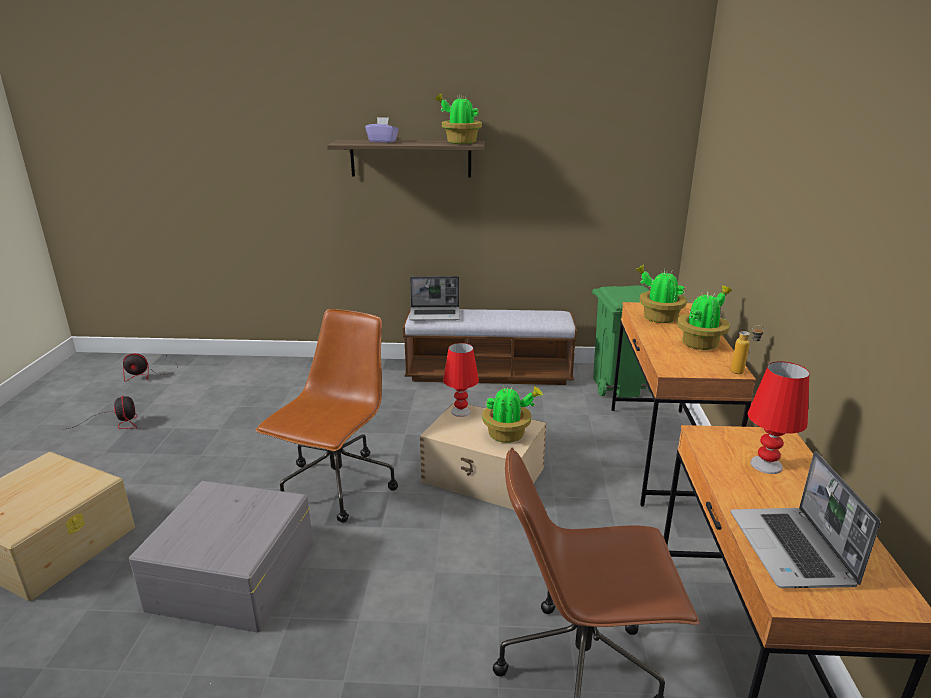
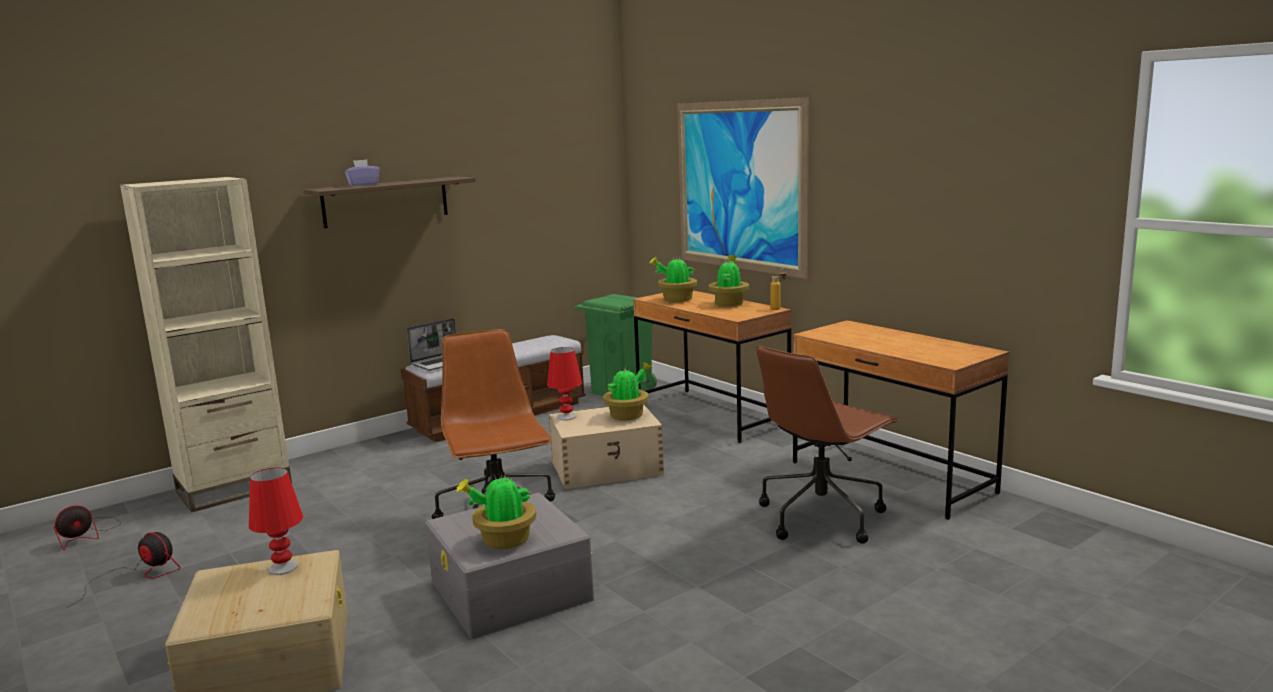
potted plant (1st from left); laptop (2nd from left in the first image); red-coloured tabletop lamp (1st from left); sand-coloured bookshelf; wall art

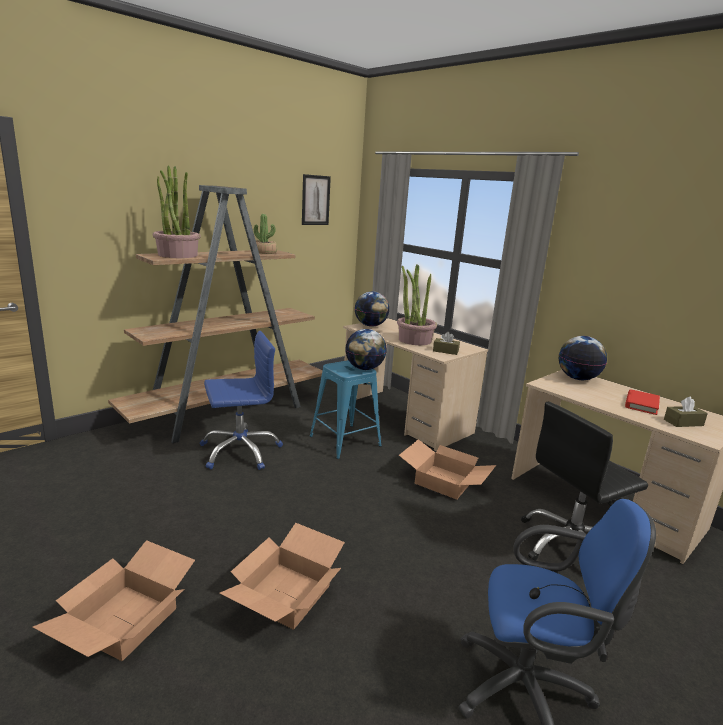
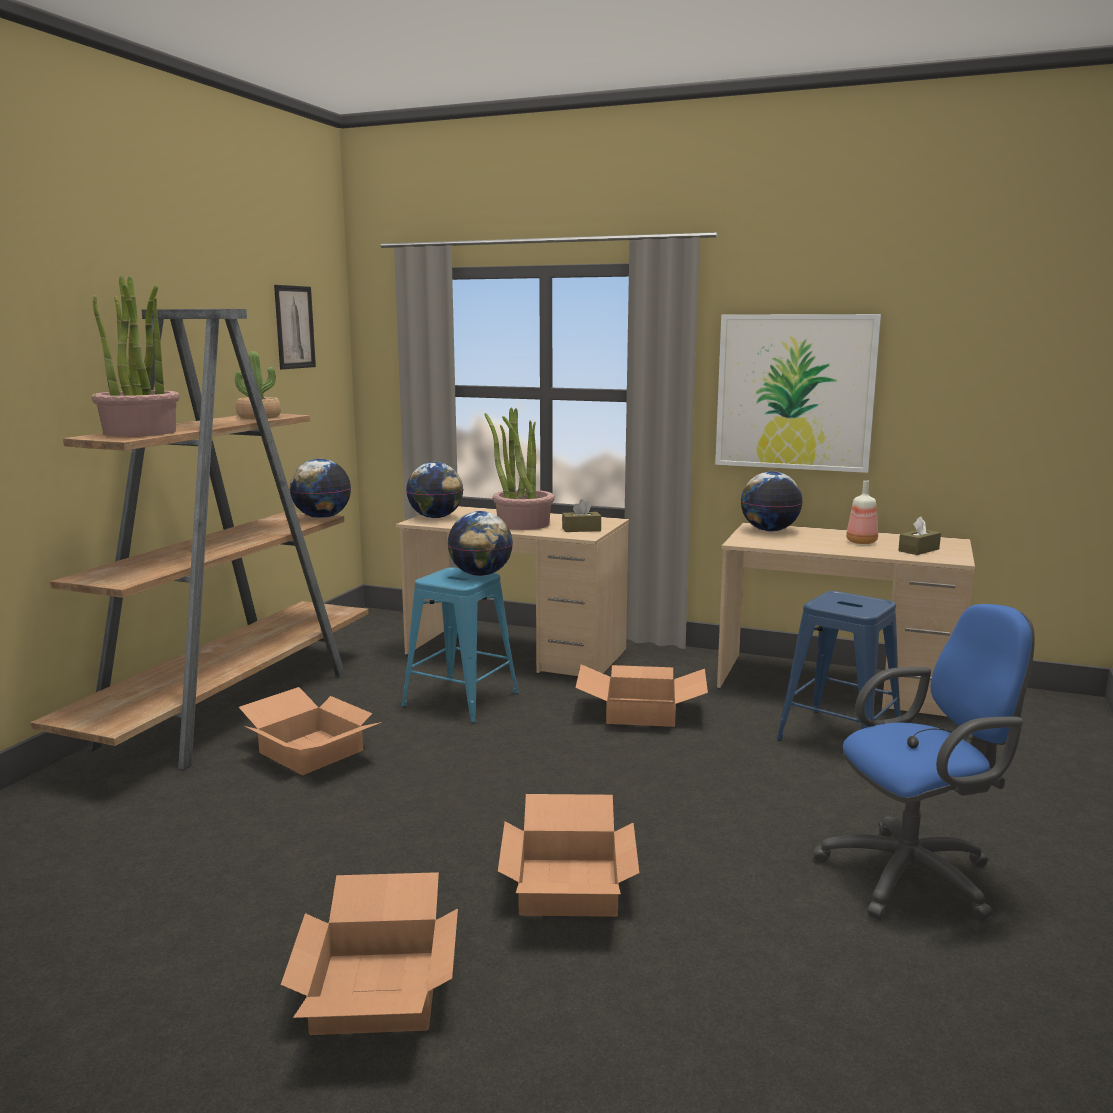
carton (1st from left); bluish stool seat (2nd from left); beverage bottle; globe (1st from left); wall art (2nd from left)

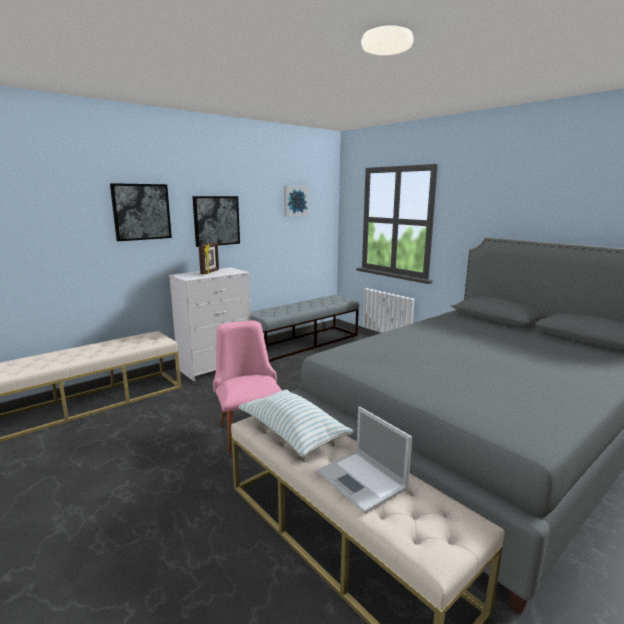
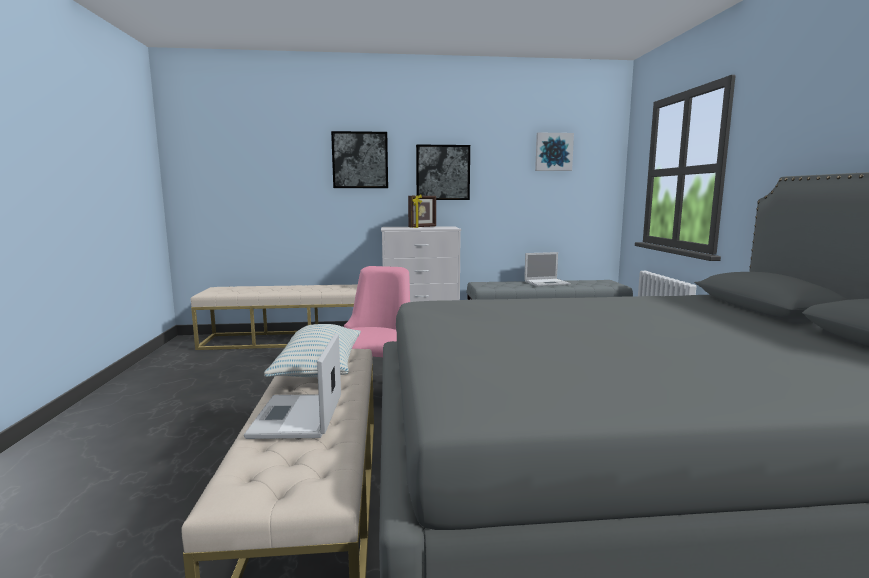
laptop (2nd from left)

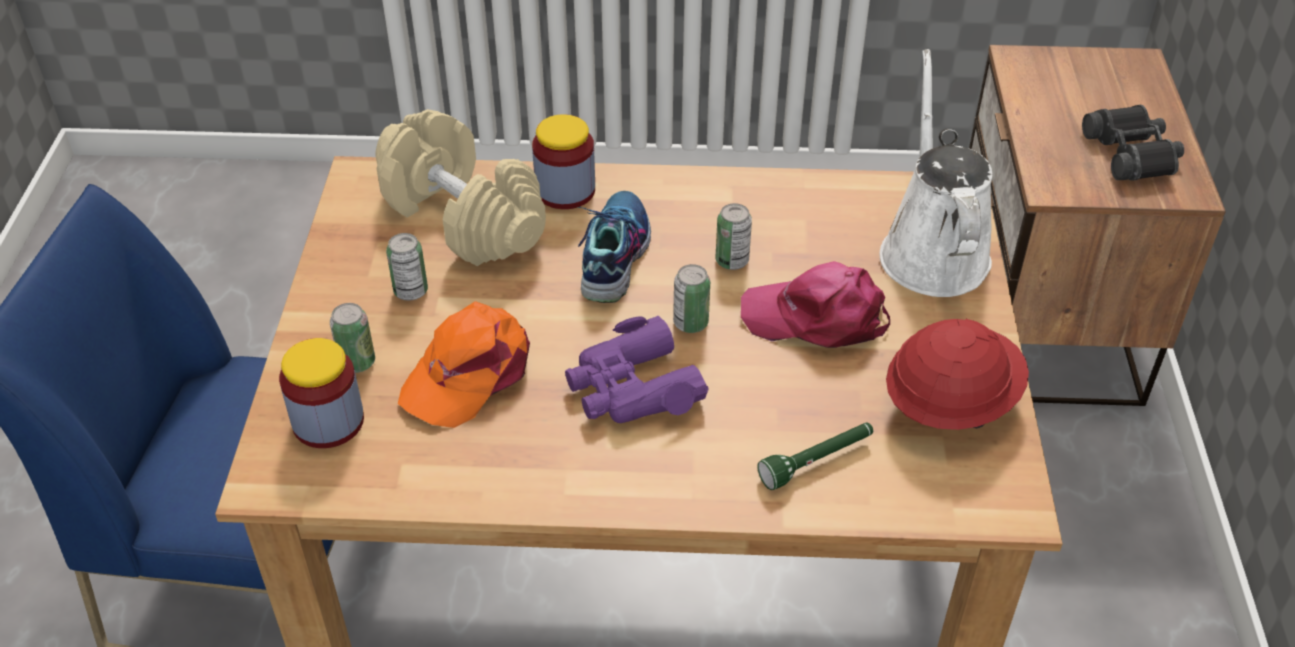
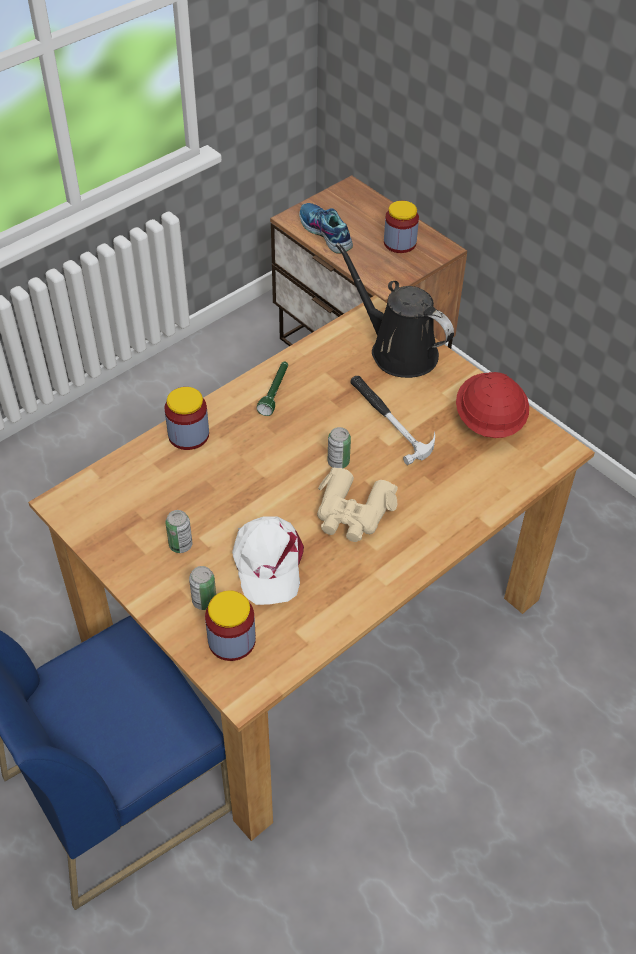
sand-coloured dumbbell; white baseball cap; sand-coloured binoculars; item of footwear; metal can (4th from left in the first image); hand hammer; green-coloured flashlight; blackish watering can; preserve jar (3rd from left)

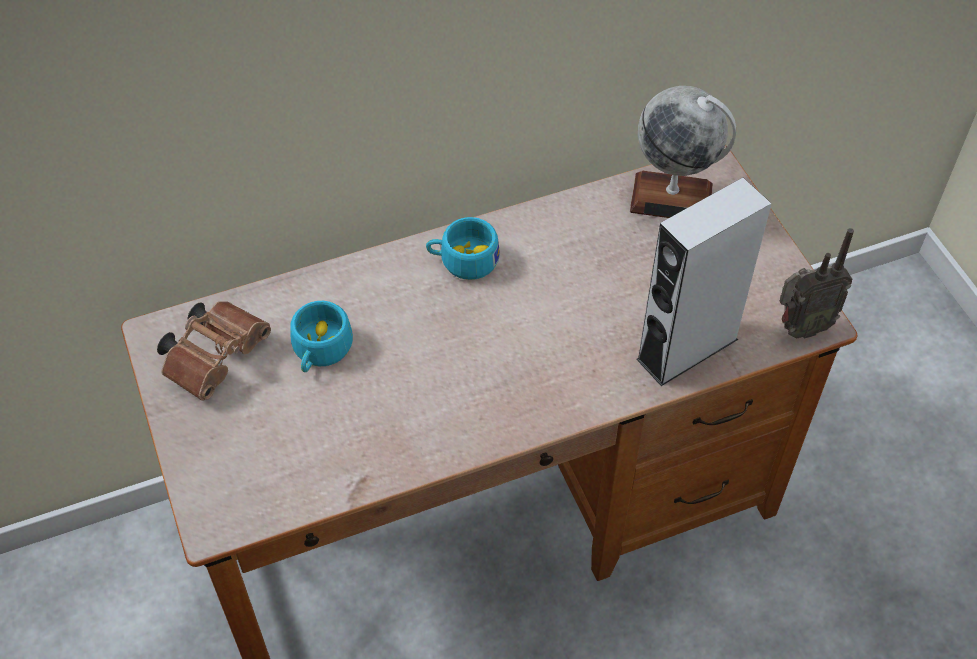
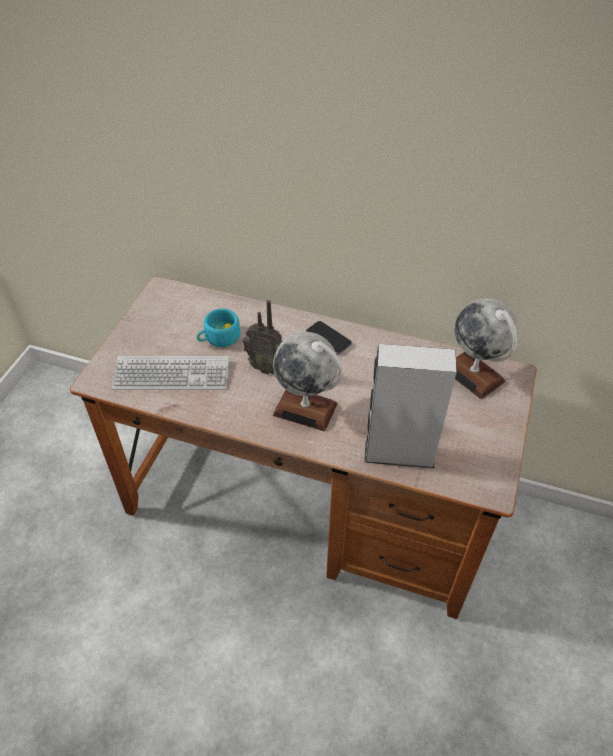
brown-coloured binoculars; telephone; radio set; computer keyboard; globe (1st from left)

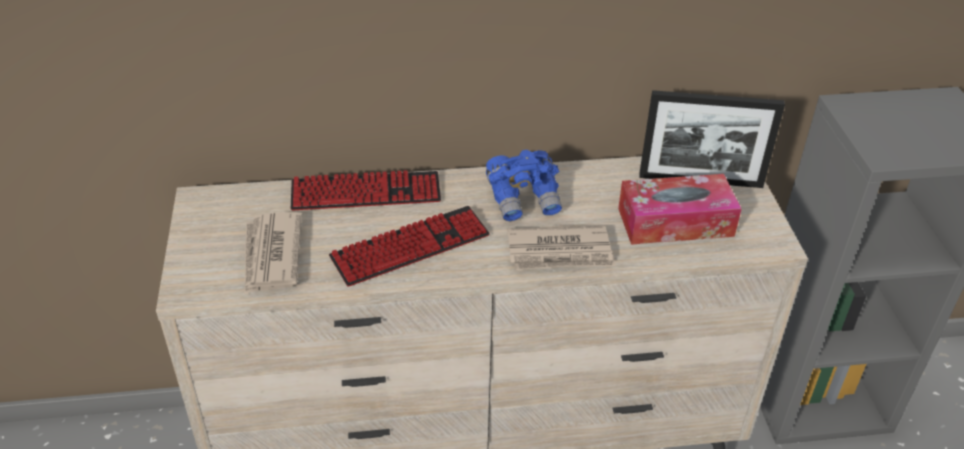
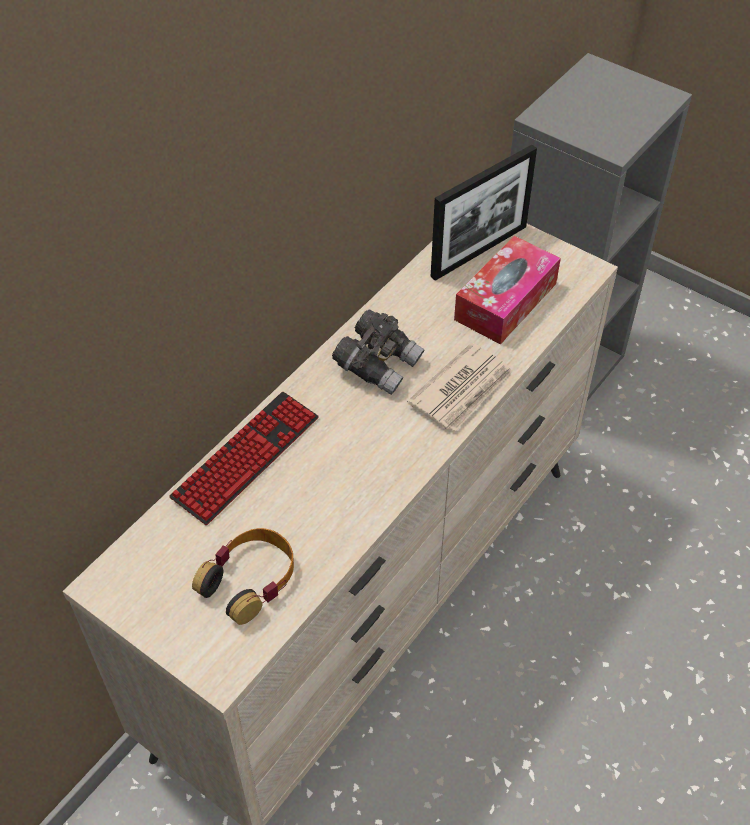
headset; computer keyboard (2nd from left in the first image); gray binoculars

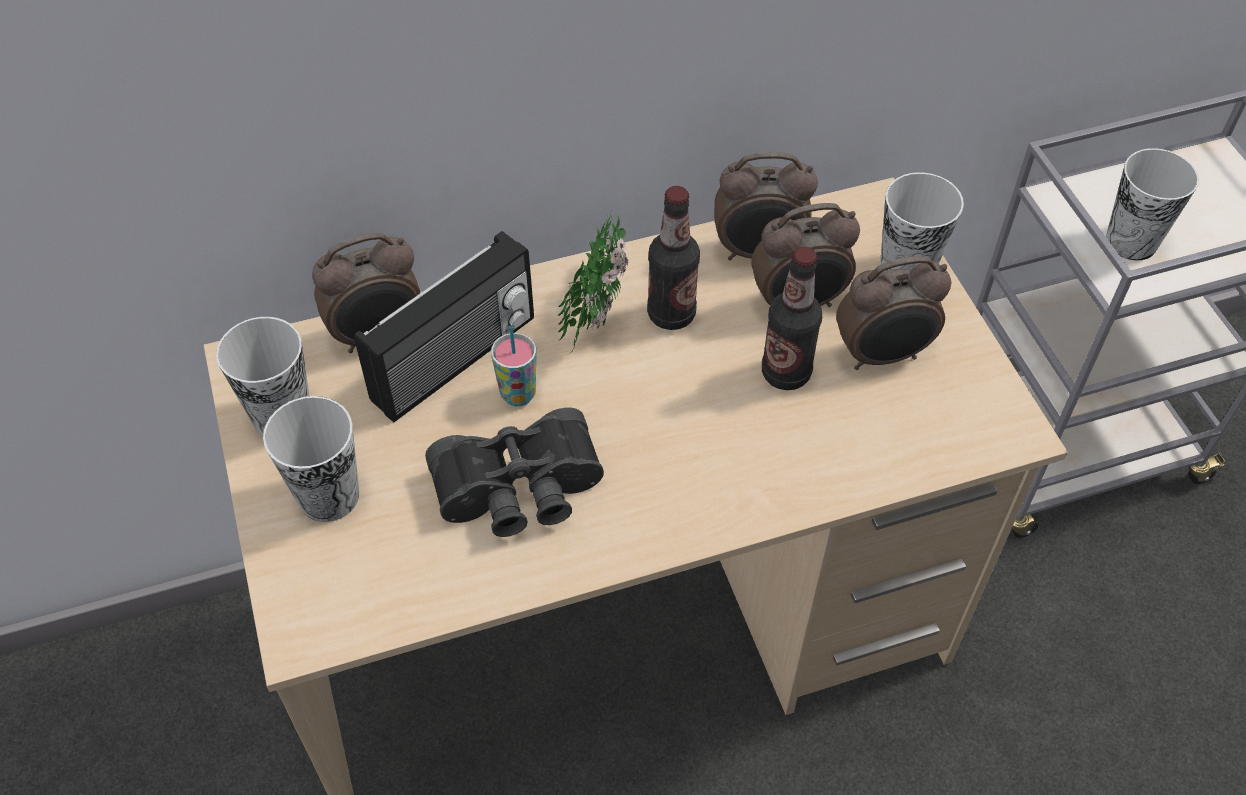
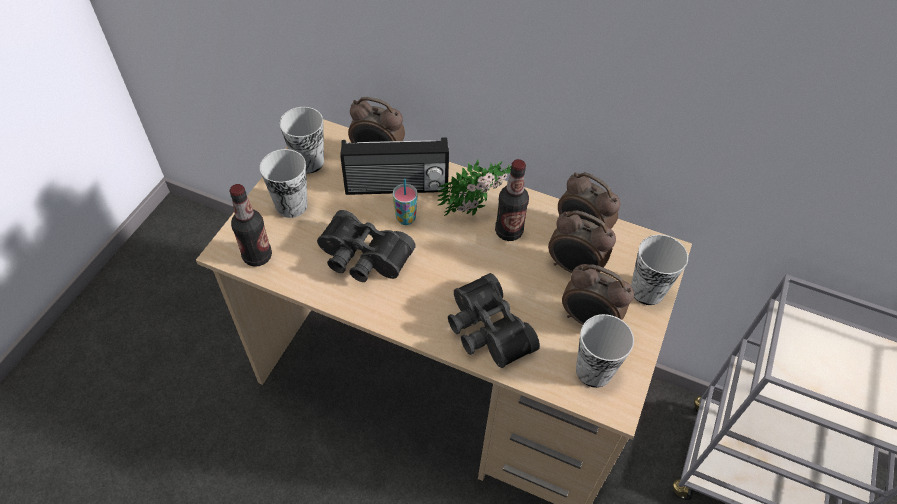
beverage bottle (1st from left); drinking cup (4th from left); blackish binoculars (2nd from left)

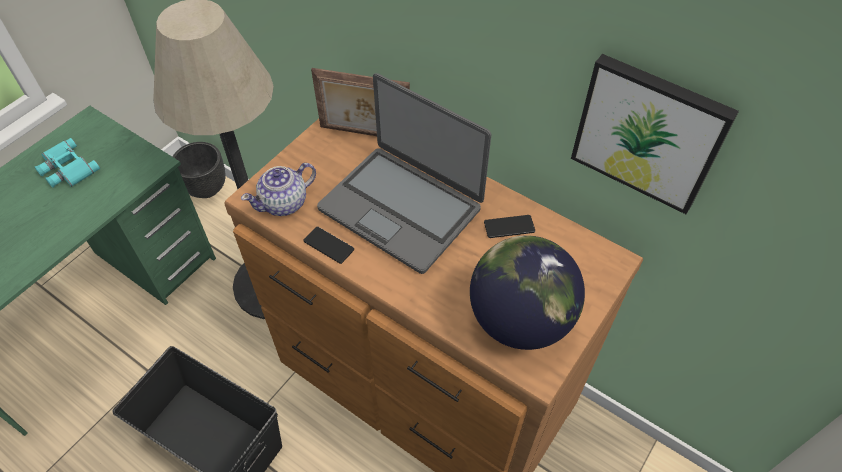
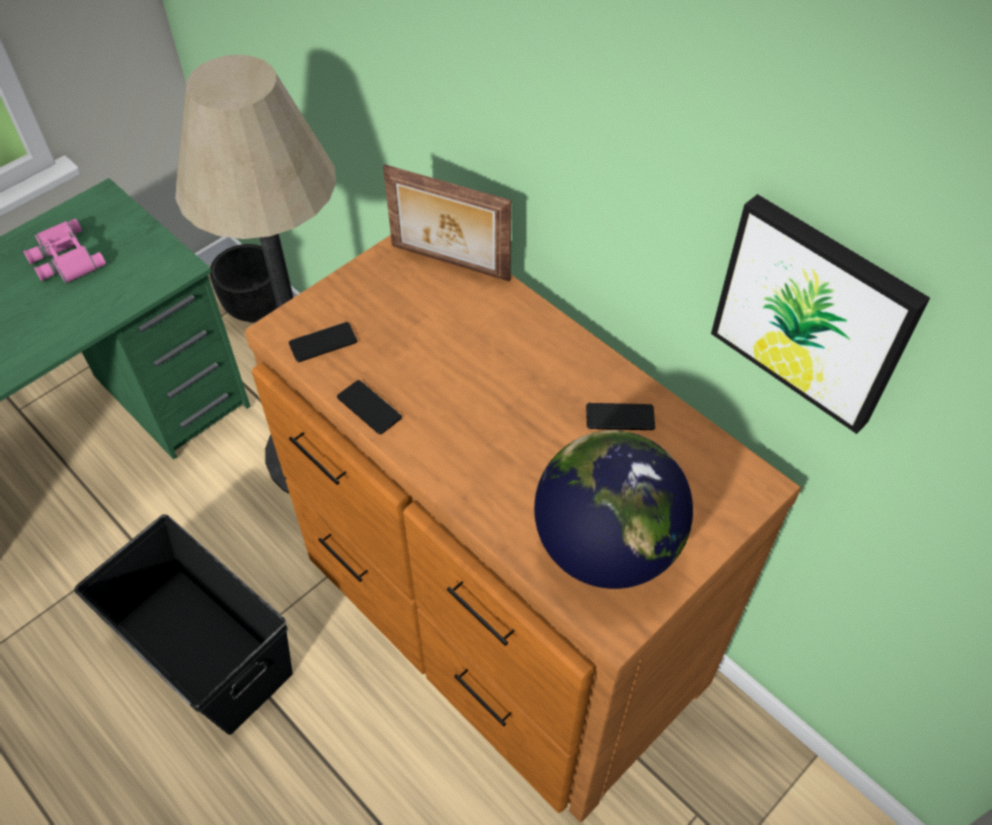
pink binoculars; telephone (1st from left); laptop

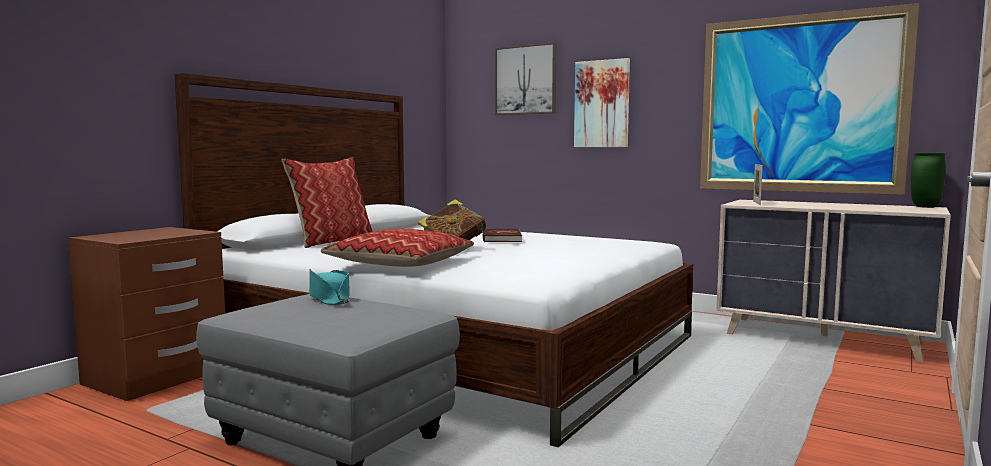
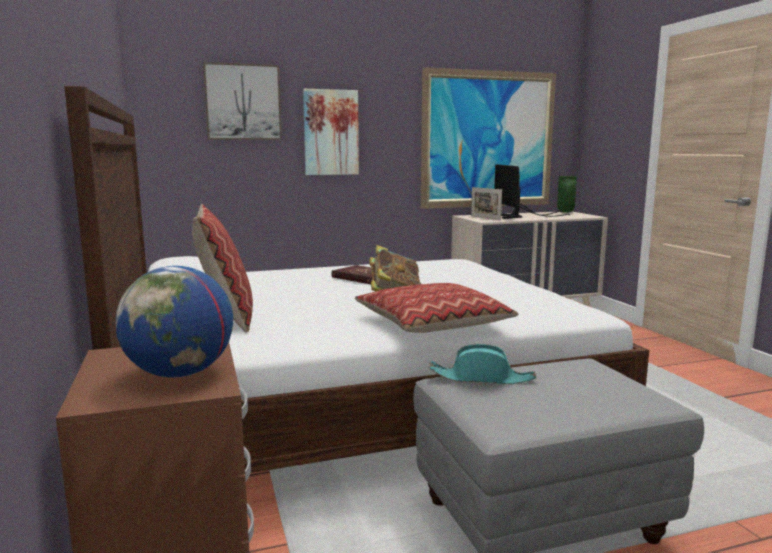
globe; monitor

